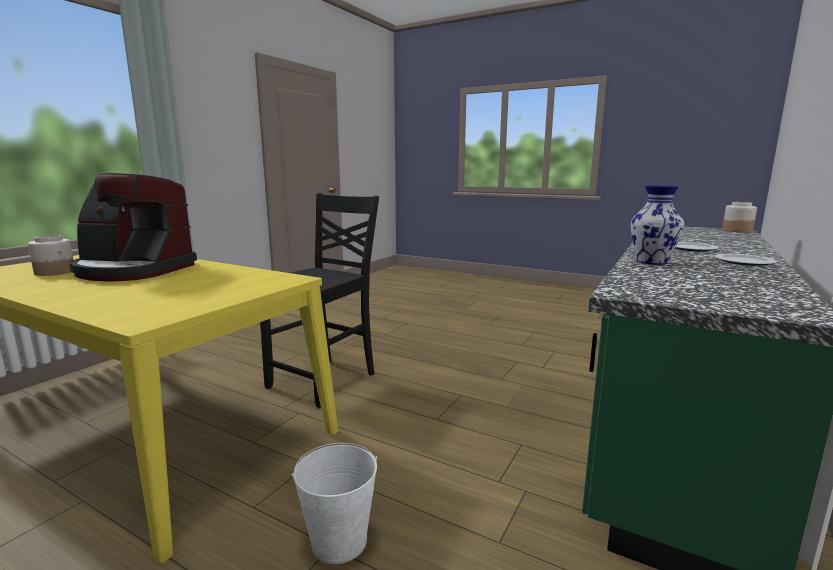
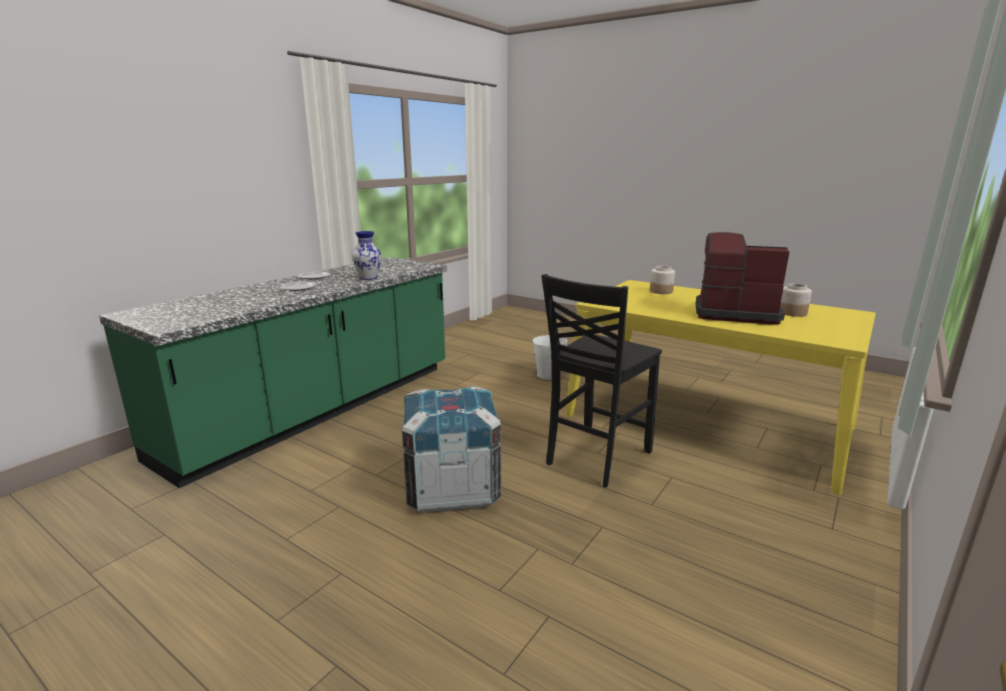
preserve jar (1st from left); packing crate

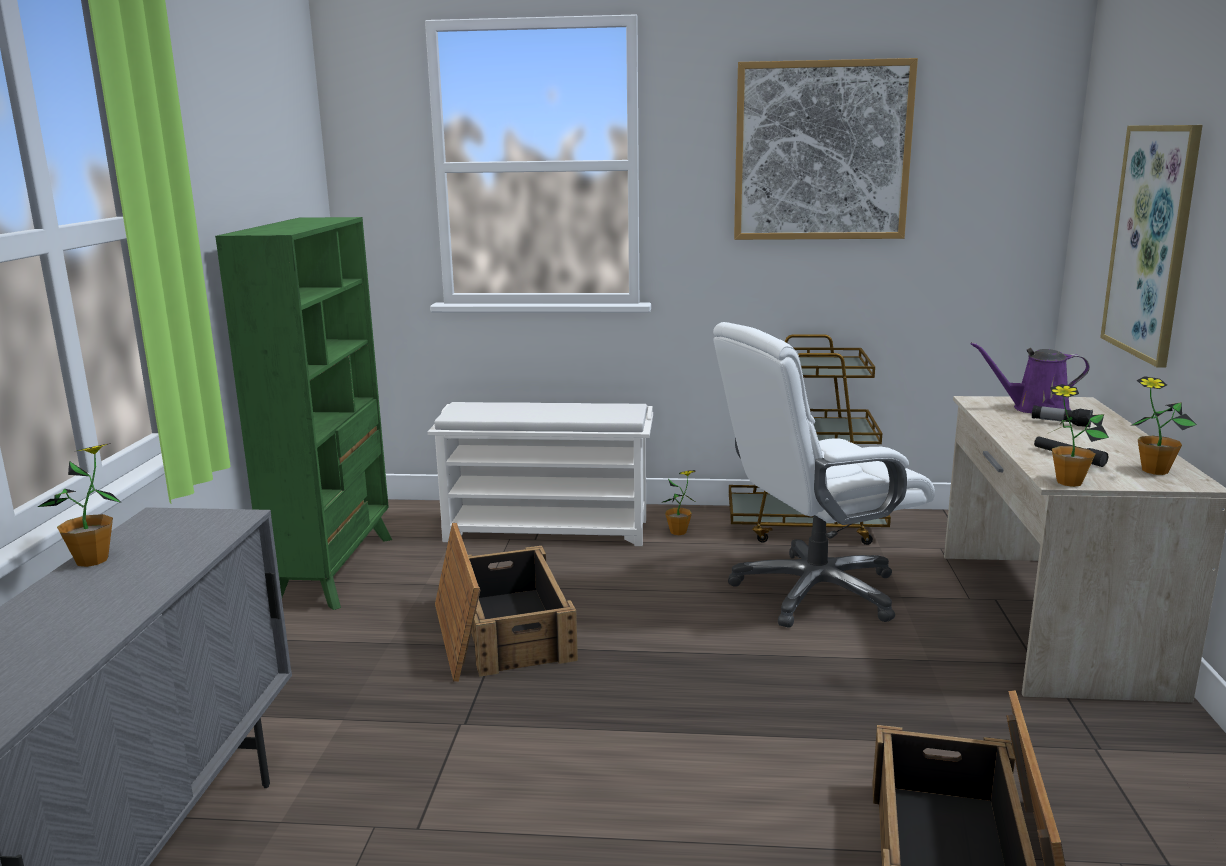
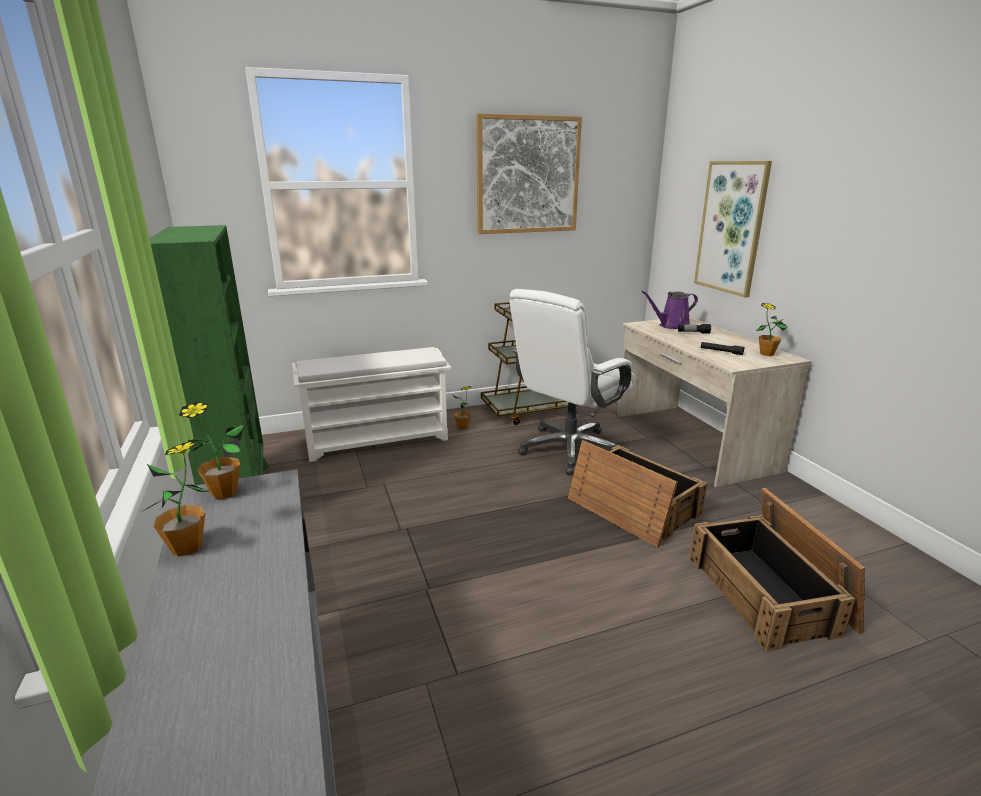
packing crate (1st from left); potted plant (2nd from left)

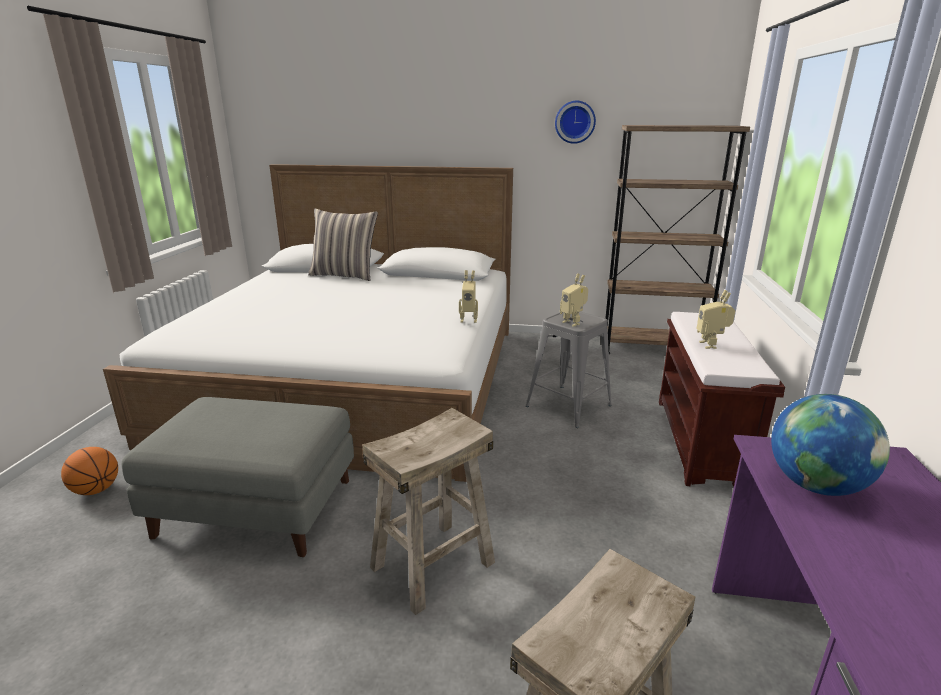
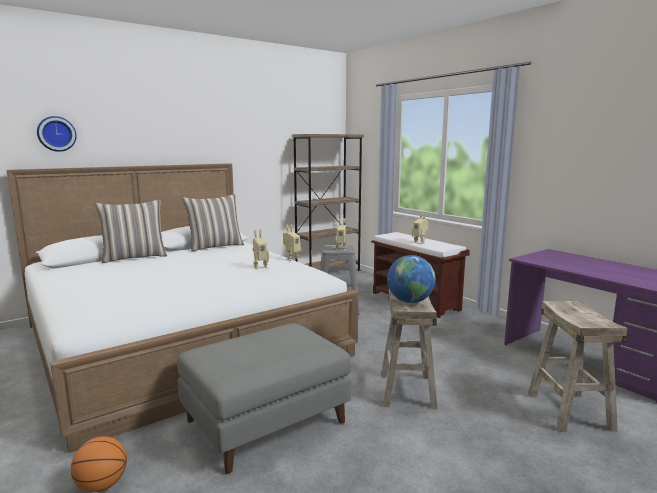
hanging clock; globe; pillow (2nd from left); robot figure (1st from left)

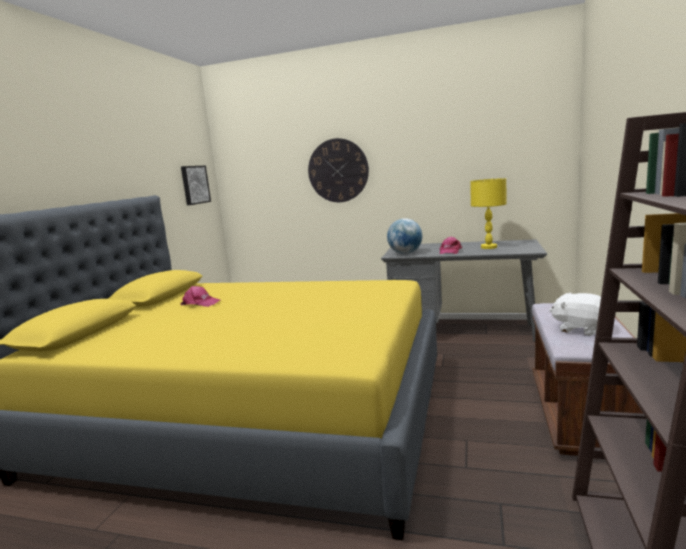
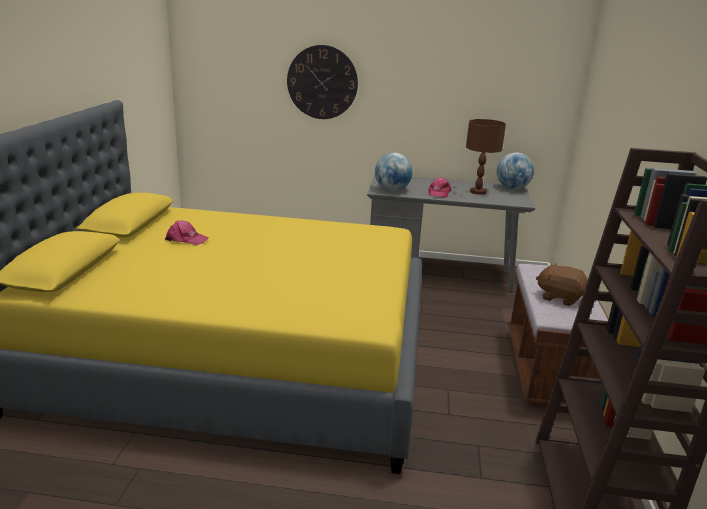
wall art; brown-coloured tabletop lamp; brown-coloured plush toy; globe (2nd from left)

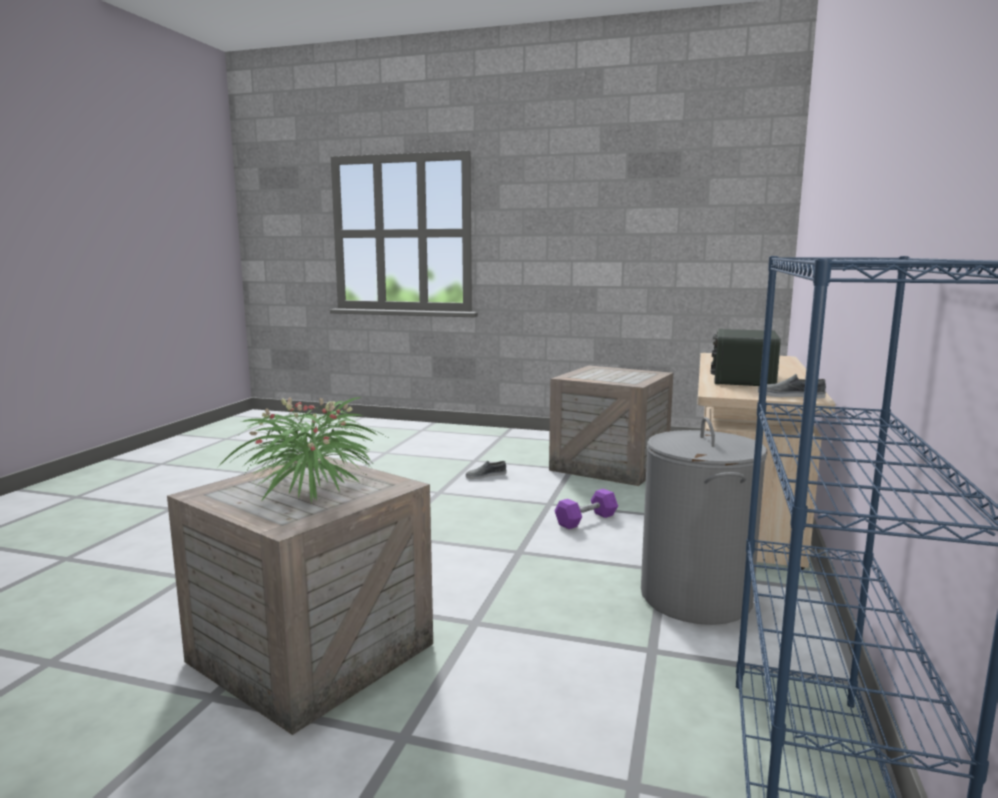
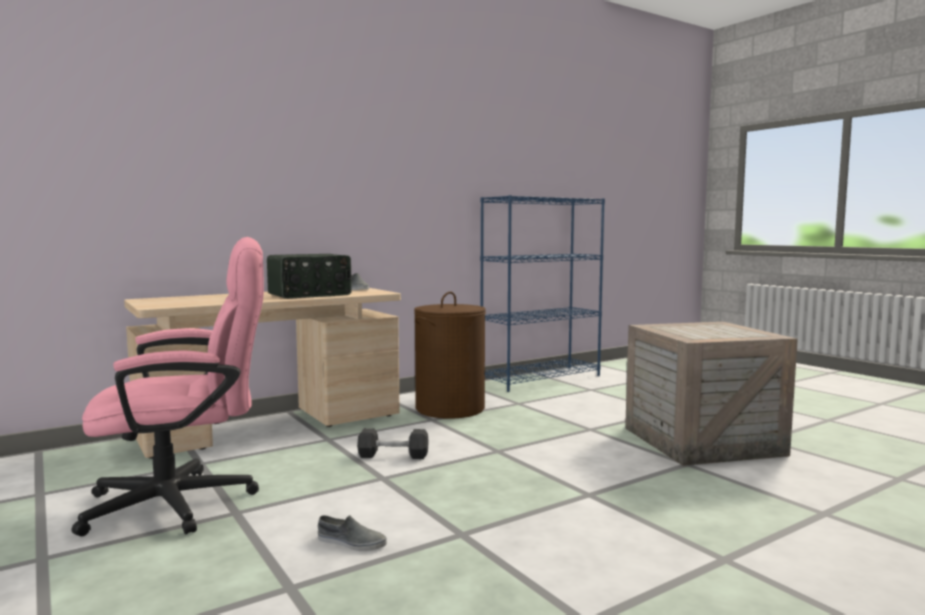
potted plant; pink computer chair; gray dumbbell; brown-coloured hamper

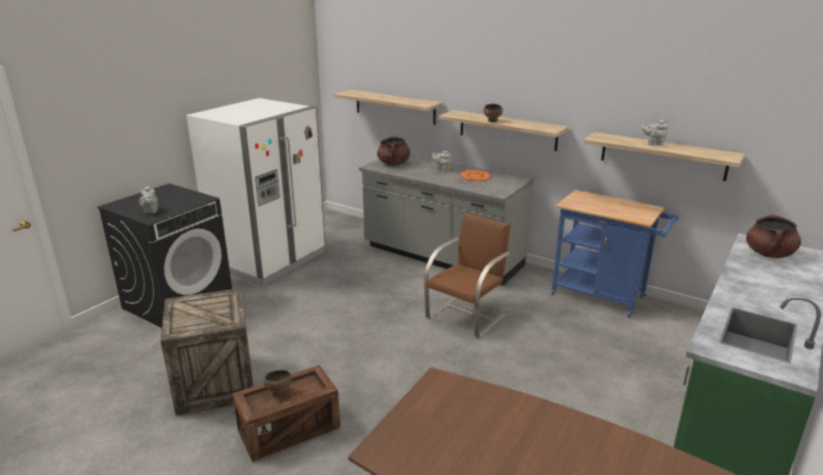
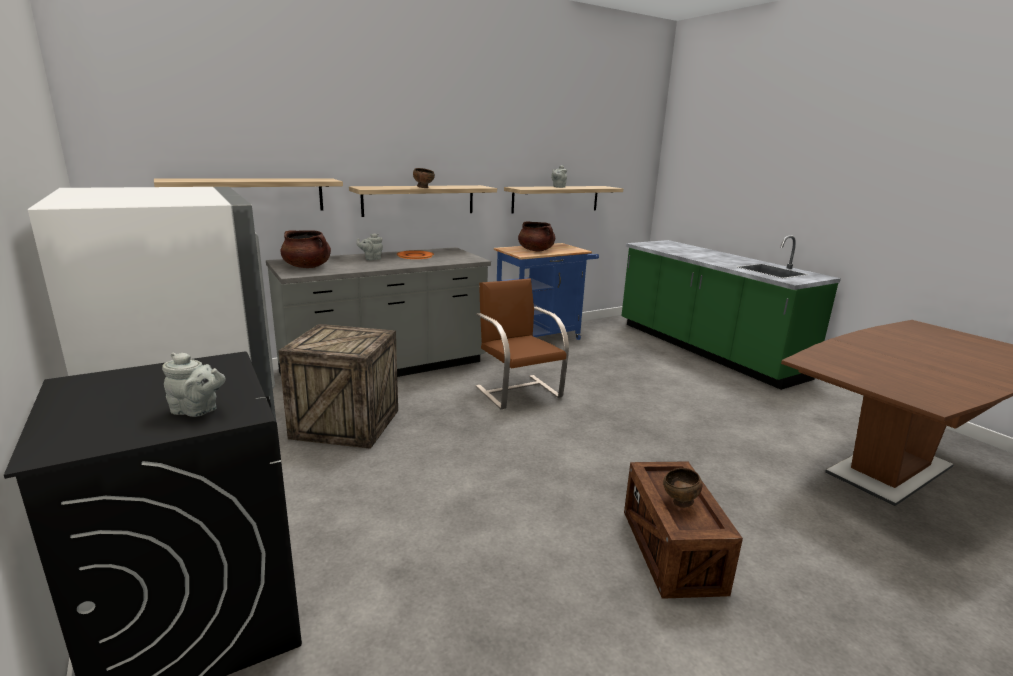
packing crate (1st from left); brown-coloured cooking pot (2nd from left)

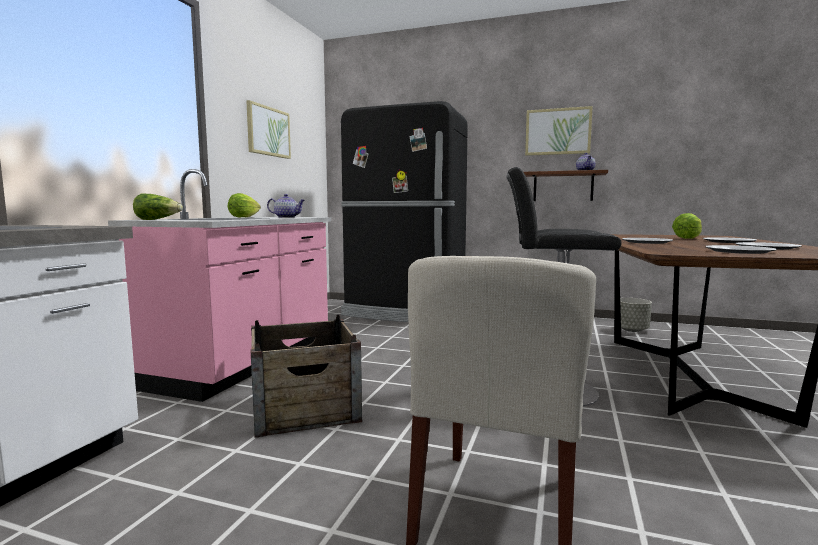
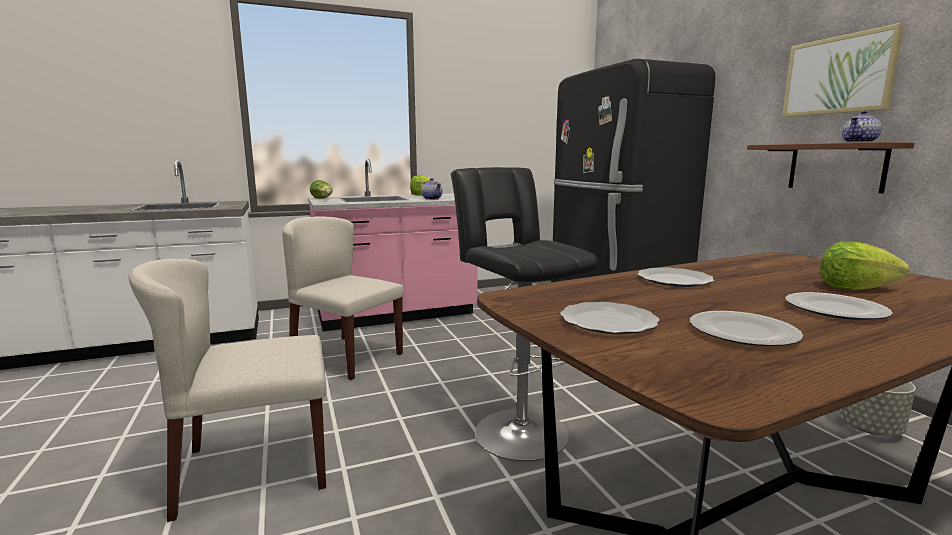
wall art (1st from left in the first image); sand-coloured plain chair (2nd from left)

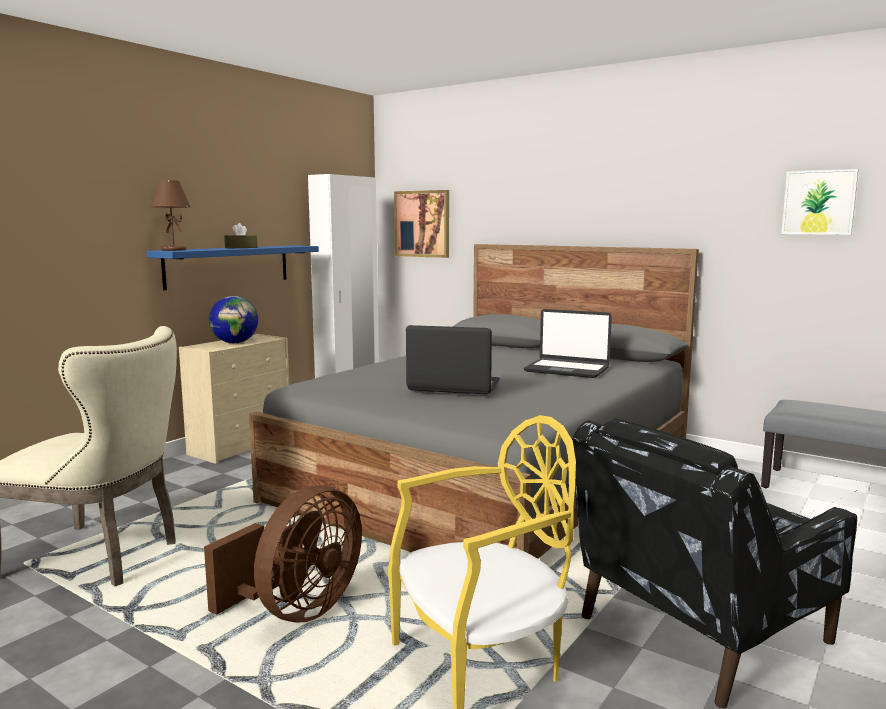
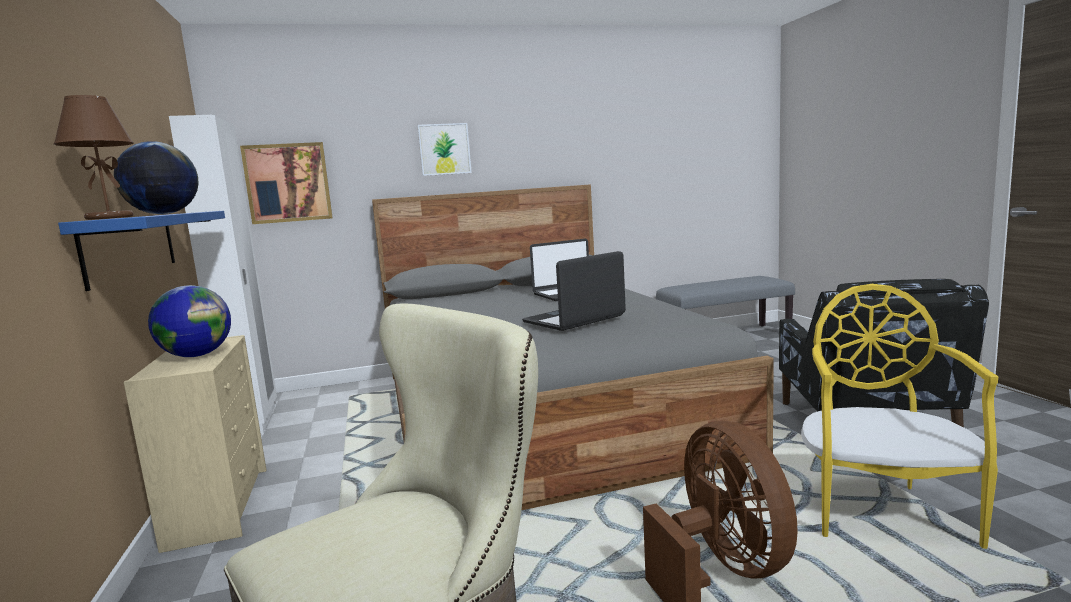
globe (1st from left); wall art (2nd from left)

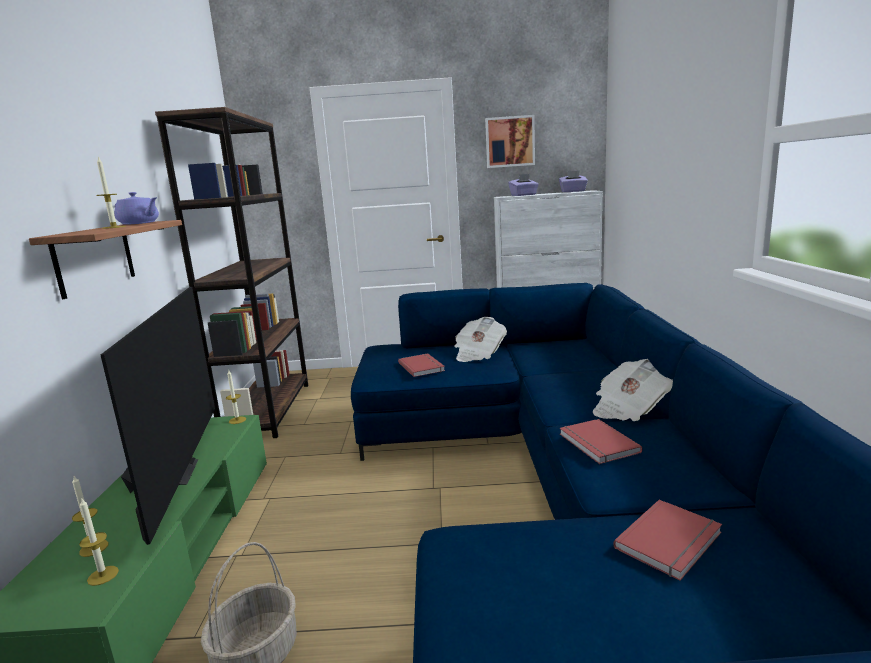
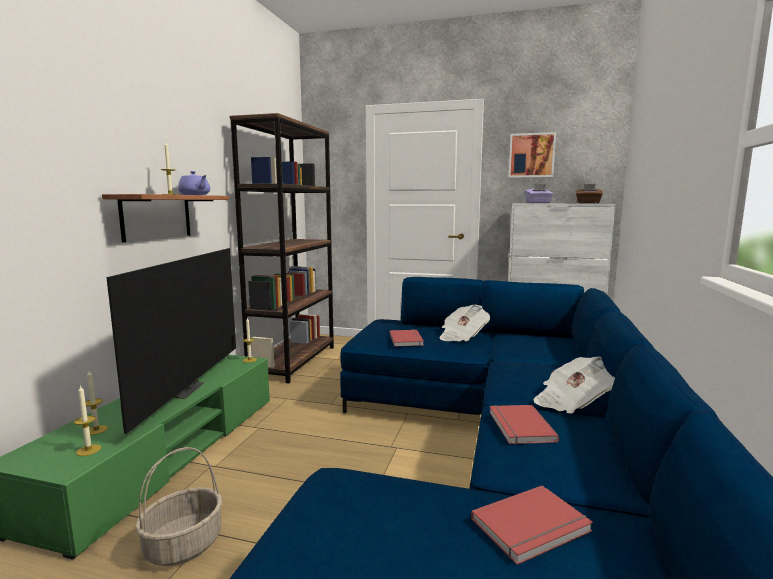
brown-coloured tissue box

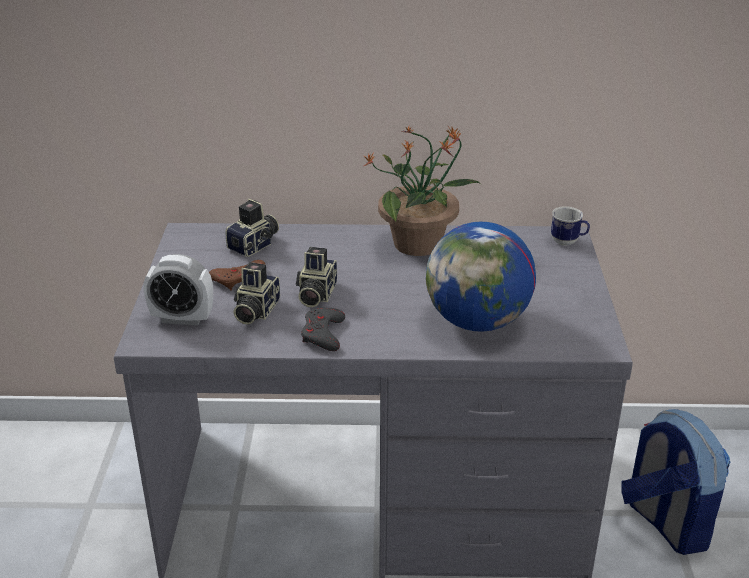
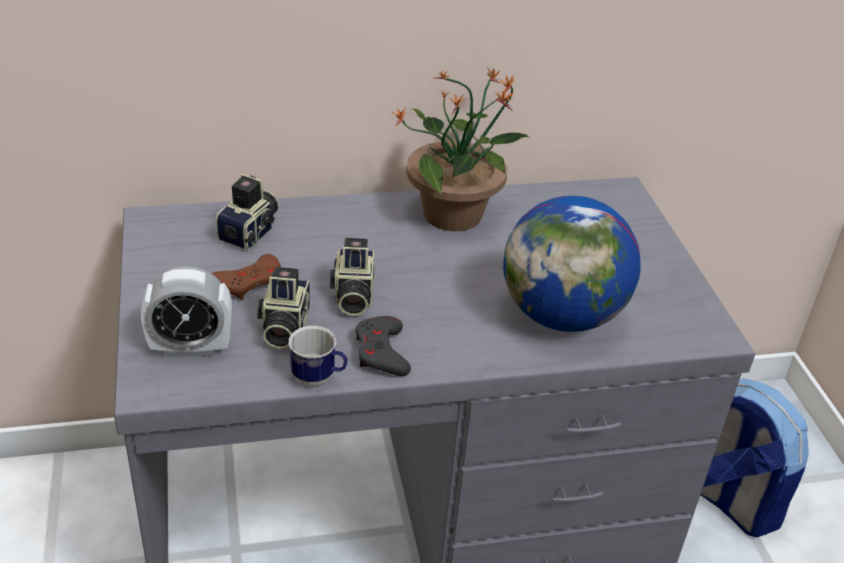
coffee mug

